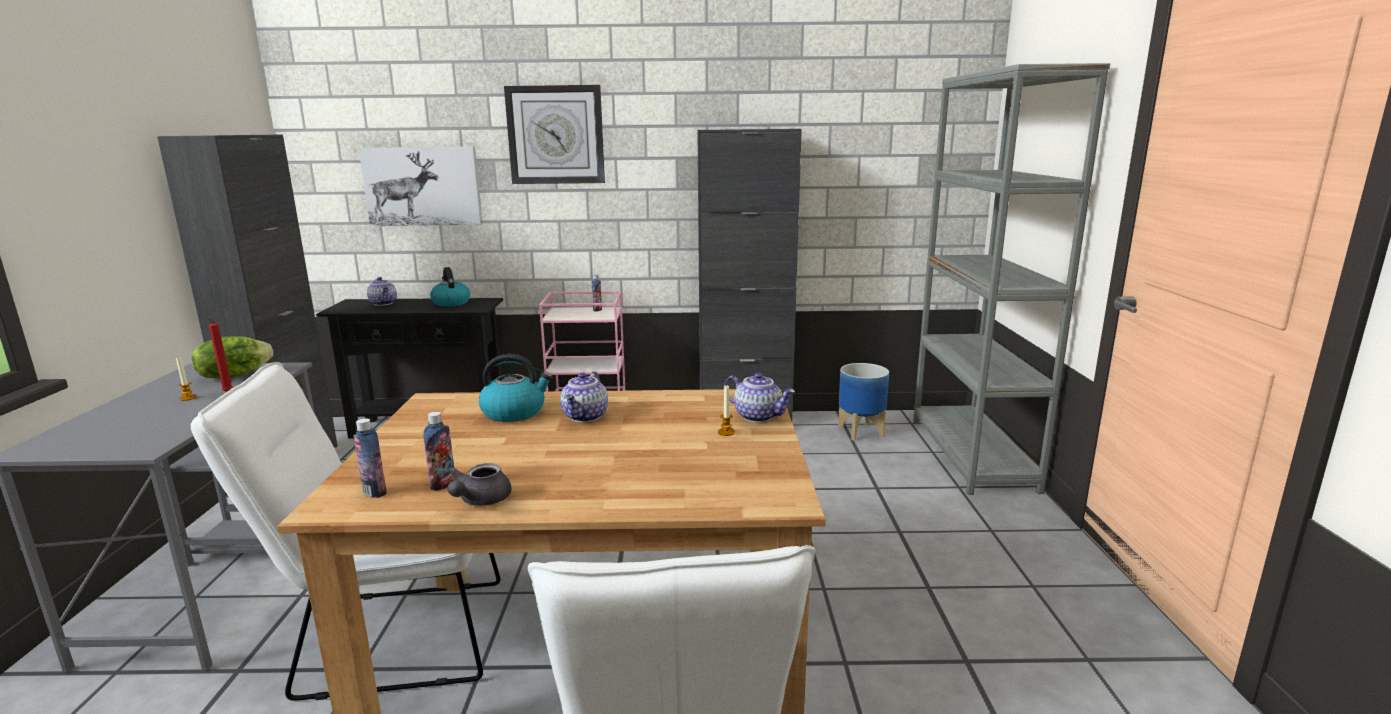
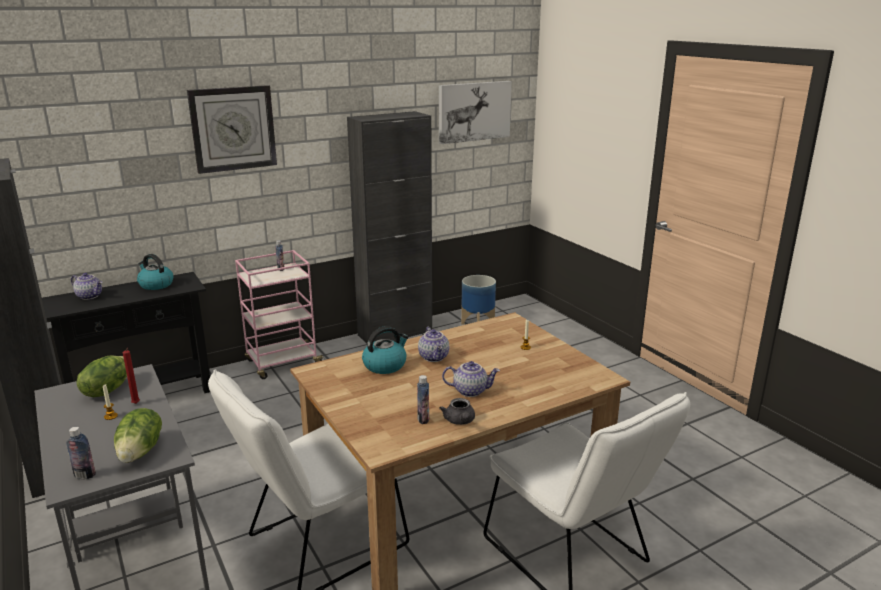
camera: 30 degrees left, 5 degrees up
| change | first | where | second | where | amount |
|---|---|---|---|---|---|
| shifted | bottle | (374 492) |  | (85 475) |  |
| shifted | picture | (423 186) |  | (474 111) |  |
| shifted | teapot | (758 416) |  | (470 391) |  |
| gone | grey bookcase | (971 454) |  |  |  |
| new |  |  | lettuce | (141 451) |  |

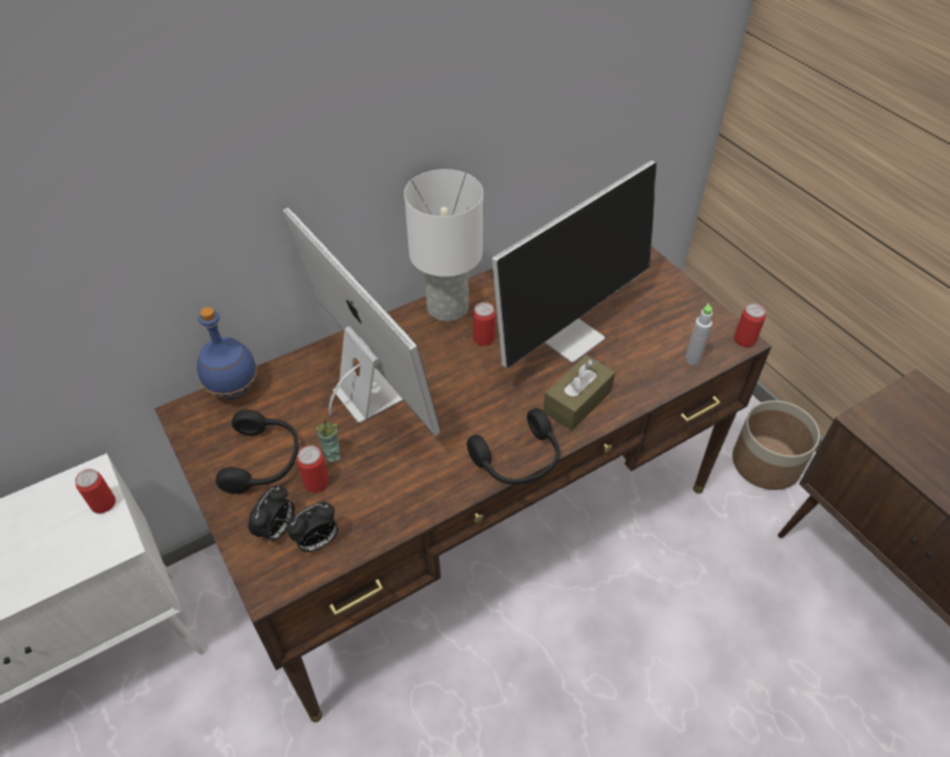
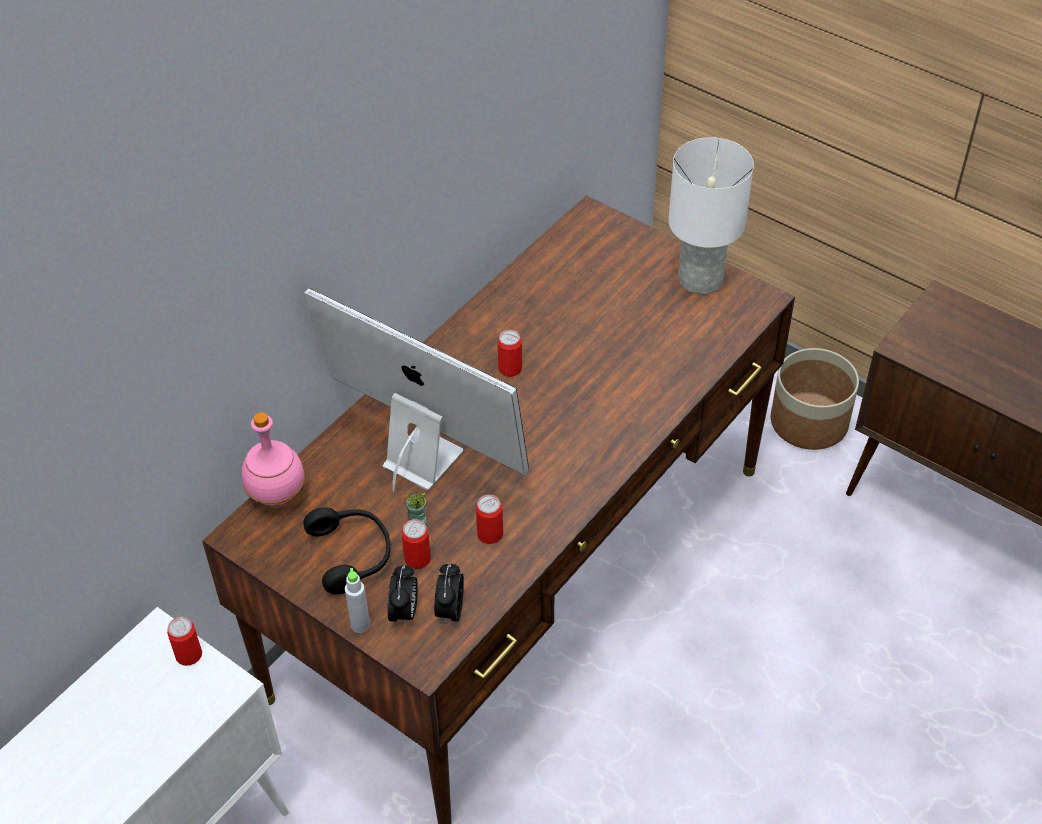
camera: 20 degrees left, 0 degrees up
| change | first | where | second | where | amount |
|---|---|---|---|---|---|
| repainted | blue bottle | (234 391) | pink bottle | (278 497) |  |
| rotated | alarm clock | (317 542) |  | (450 610) | 150 degrees clockwise |
| shifted | white table lamp | (448 308) |  | (701 280) |  |
| gone | black headphones | (519 460) |  |  |  |
| gone | monitor | (569 335) |  |  |  |
| gone | brown tissue box | (577 401) |  |  |  |
| shifted | grey bottle | (692 359) |  | (360 625) |  |
| shifted | can | (744 340) |  | (490 534) |  |

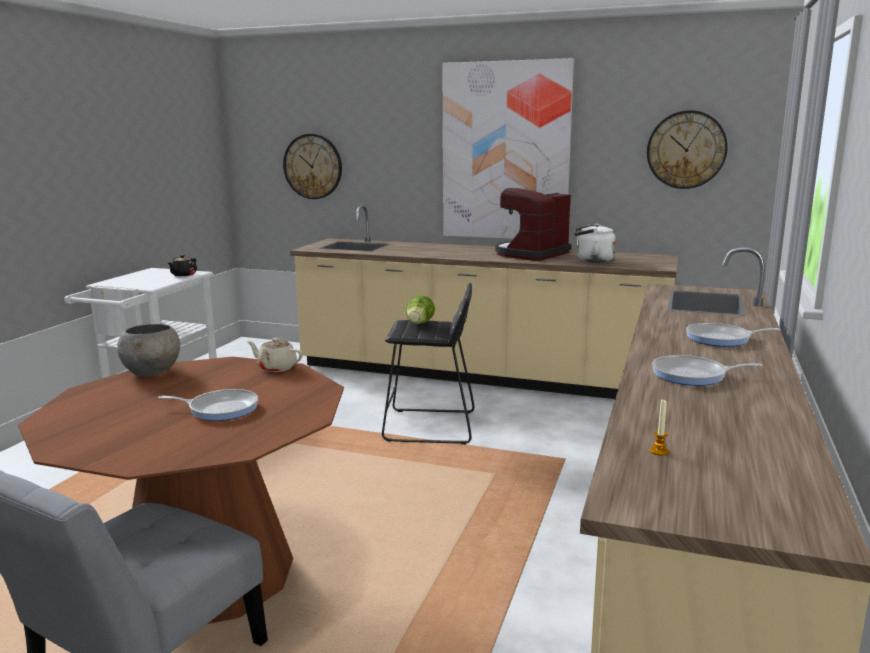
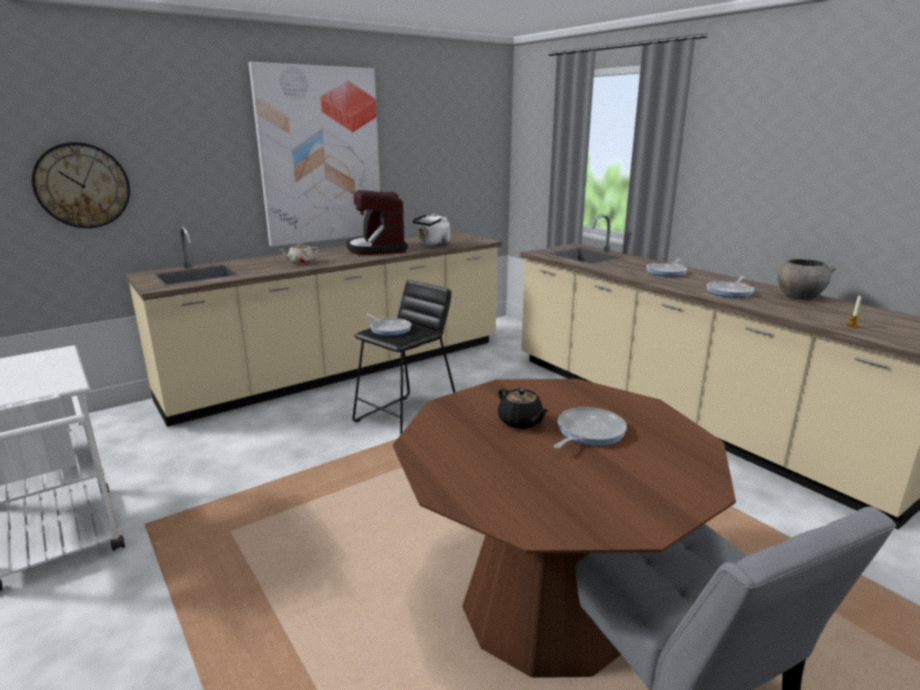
camera: 55 degrees left, 5 degrees up
| change | first | where | second | where | amount |
|---|---|---|---|---|---|
| shifted | grey bowl | (152 372) |  | (799 297) |  |
| shifted | black teapot | (183 275) |  | (521 422) |  |
| shifted | beige teapot | (276 368) |  | (300 262) |  |
| swapped | lettuce | (419 324) | frying pan | (389 329) |  |
| gone | wall clock | (686 150) |  |  |  |

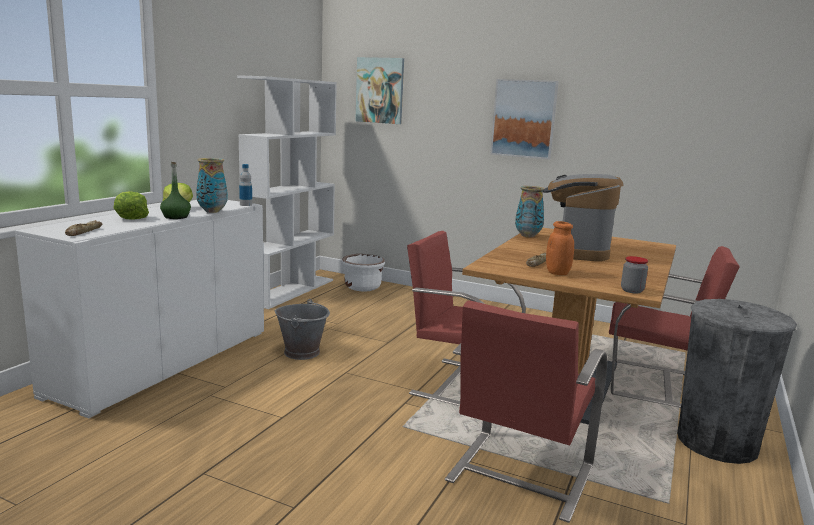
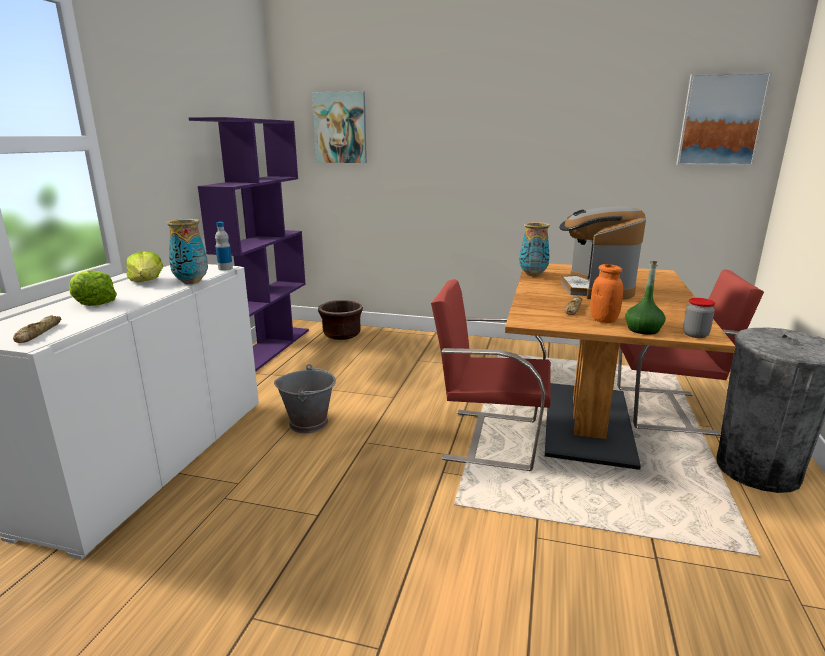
camera: 10 degrees left, 5 degrees up
| change | first | where | second | where | amount |
|---|---|---|---|---|---|
| shifted | green bottle | (176 217) |  | (643 330) |  |
| repainted | white bookcase | (290 291) | purple bookcase | (268 348) |  |
| repainted | white planter | (362 287) | brown planter | (342 335) |  |
| gone | red chair | (518 474) |  |  |  |
| shifted | picture | (524 119) |  | (721 120) |  |

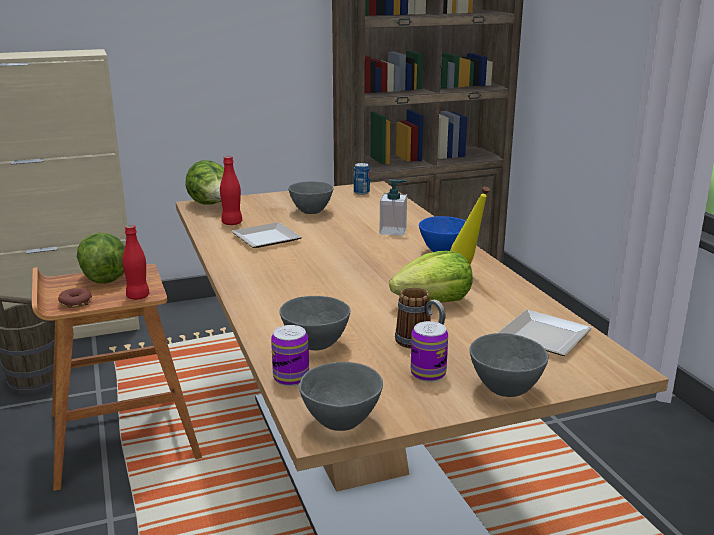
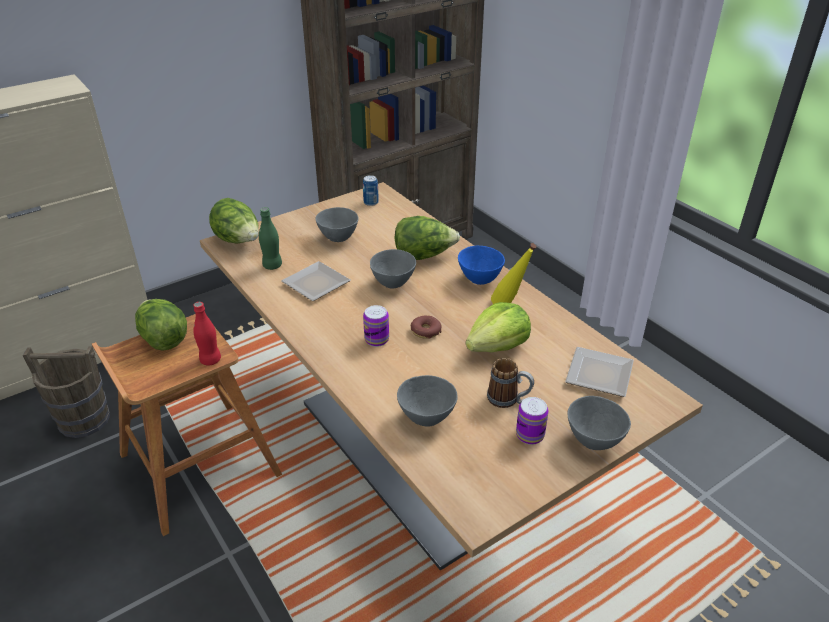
camera: 15 degrees left, 15 degrees up
| change | first | where | second | where | amount |
|---|---|---|---|---|---|
| shifted | donut | (75 303) |  | (425 331) |  |
| repainted | red bottle | (232 223) | green bottle | (272 265) |  |
| shifted | can | (291 378) |  | (376 339) |  |
| shifted | grey bowl | (341 423) |  | (393 284) |  |
| swapped | soap dispenser | (393 231) | lettuce | (424 256) |  |

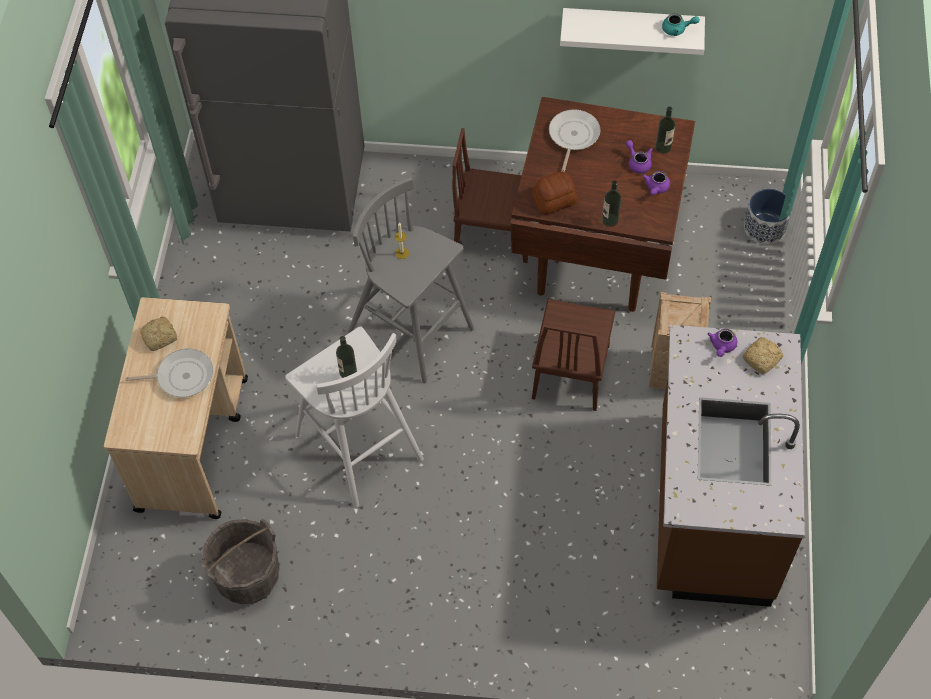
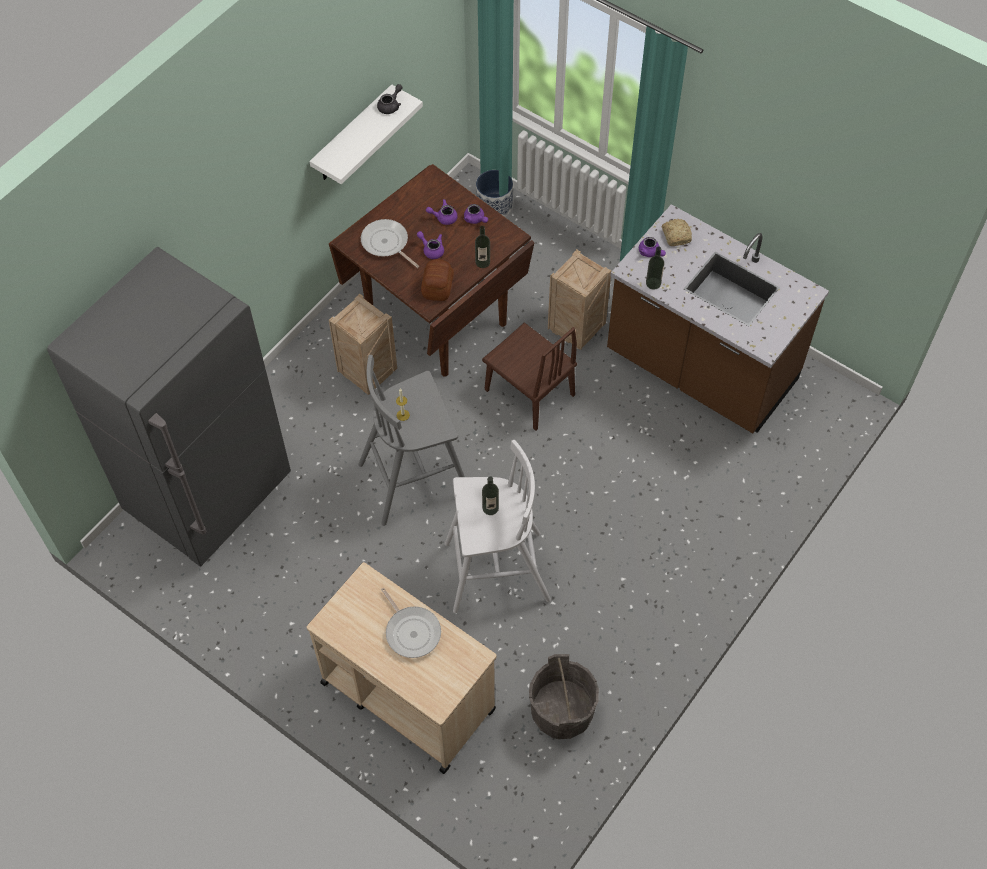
camera: 60 degrees left, 0 degrees up
| change | first | where | second | where | amount |
|---|---|---|---|---|---|
| rotated | frying pan | (182 376) |  | (411 631) | 120 degrees clockwise |
| gone | bread | (160 337) |  |  |  |
| swapped | brown chair | (495 233) | crate | (366 373) |  |
| shifted | bottle | (663 147) |  | (653 283) |  |
| repainted | turquoise teapot | (677 29) | grey teapot | (391 106) |  |
| new |  |  | purple teapot | (431 249) |  |

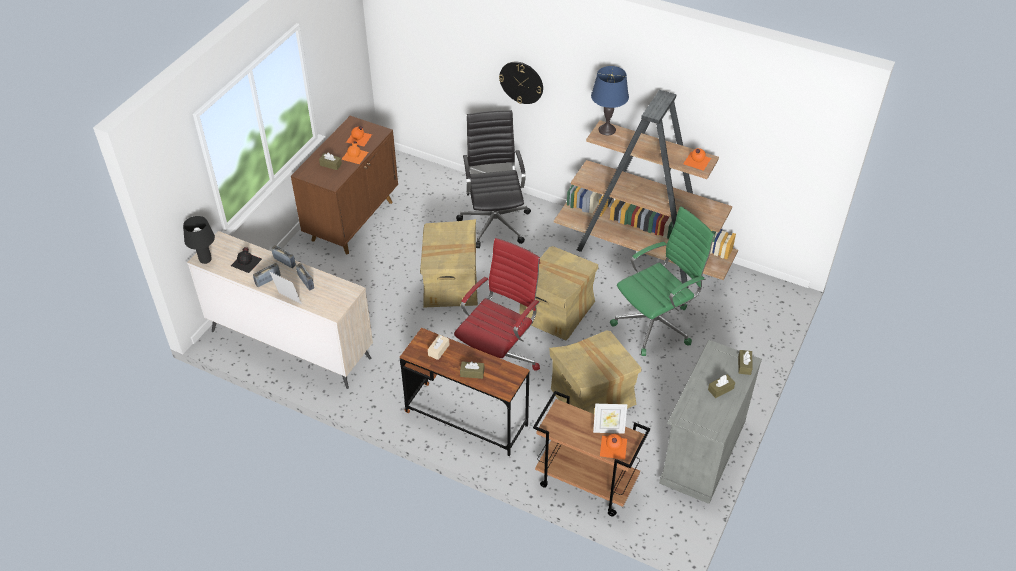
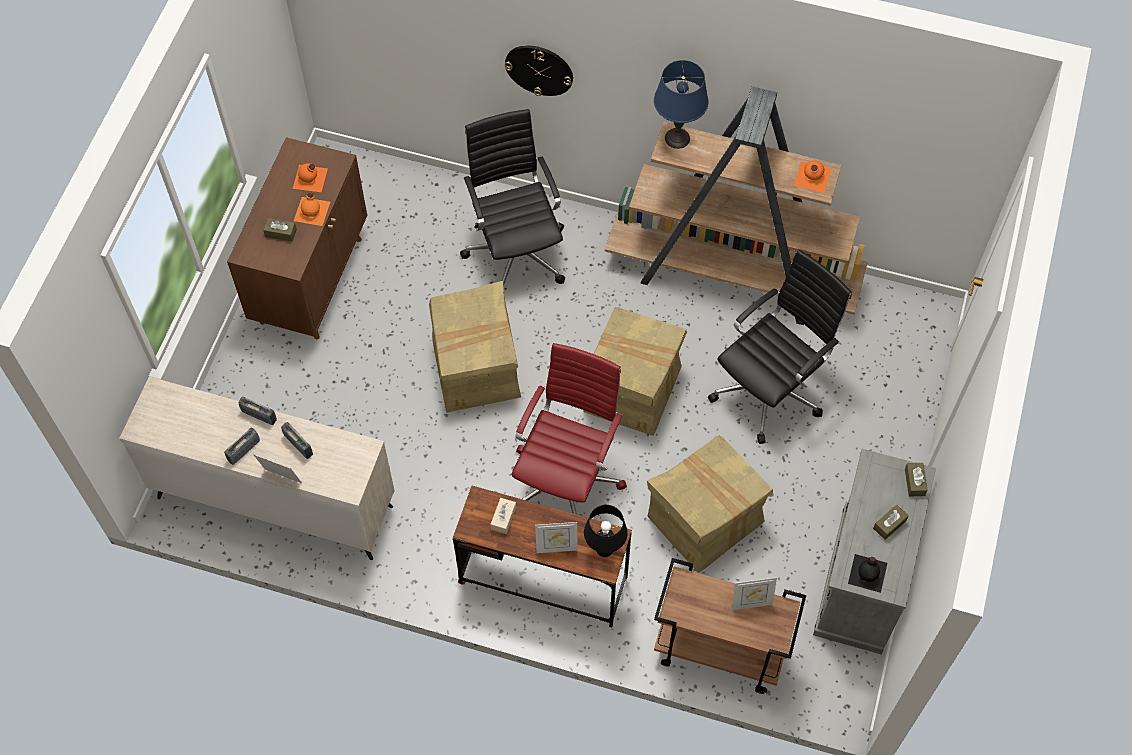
camera: 10 degrees left, 15 degrees up
| change | first | where | second | where | amount |
|---|---|---|---|---|---|
| shifted | black table lamp | (206 260) |  | (605 549) |  |
| shifted | black bottle | (247 262) |  | (868 572) |  |
| swapped | brown tissue box | (472 373) | picture frame | (556 547) |  |
| gone | orange bottle | (613 447) |  |  |  |
| repainted | green office chair | (656 324) | black office chair | (770 389) |  |

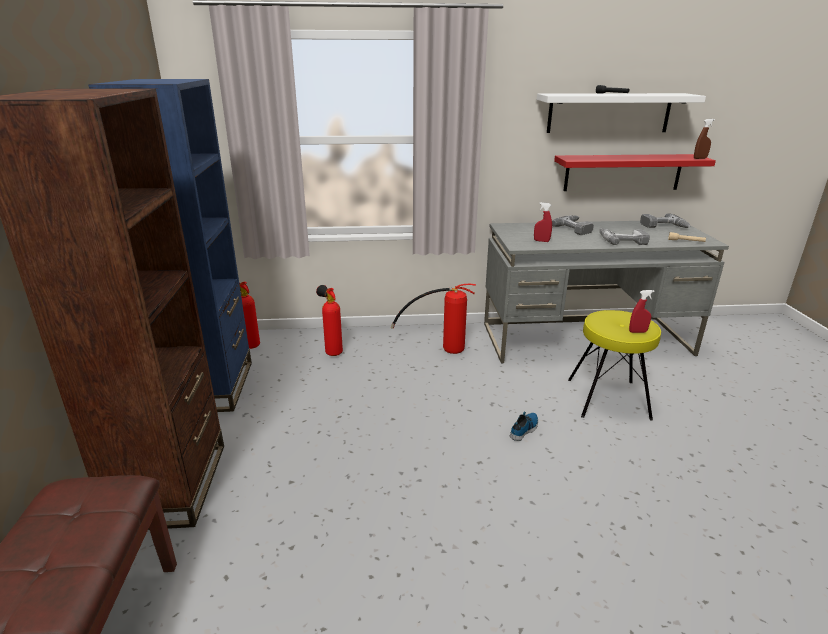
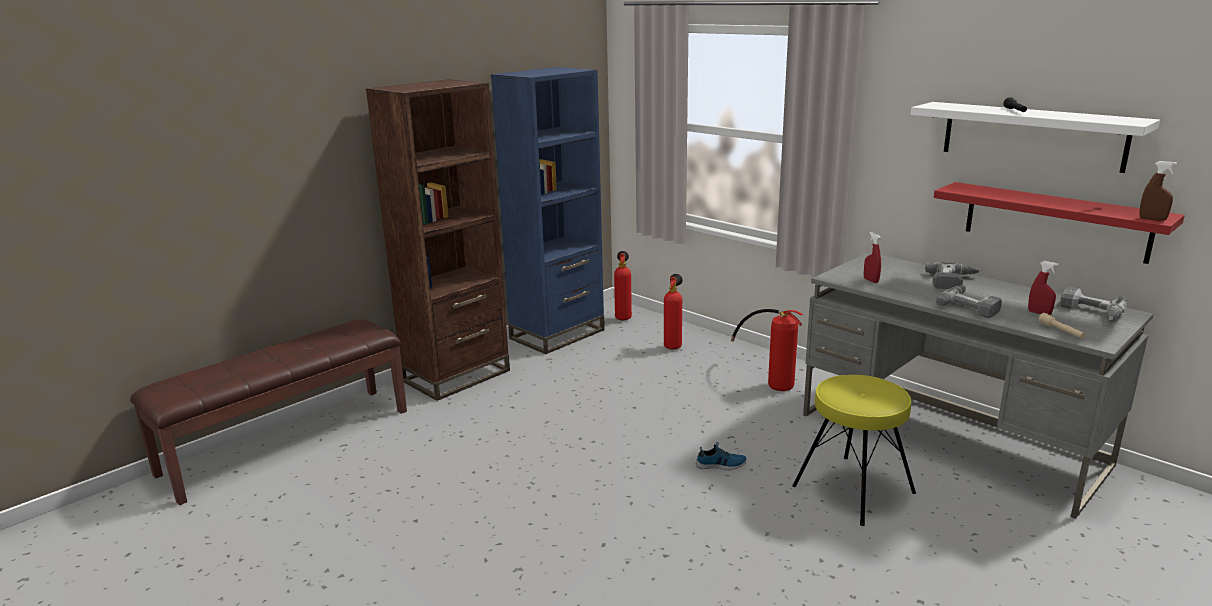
camera: 50 degrees right, 5 degrees down
| change | first | where | second | where | amount |
|---|---|---|---|---|---|
| shifted | red spray bottle | (638 332) |  | (1039 313) |  |

